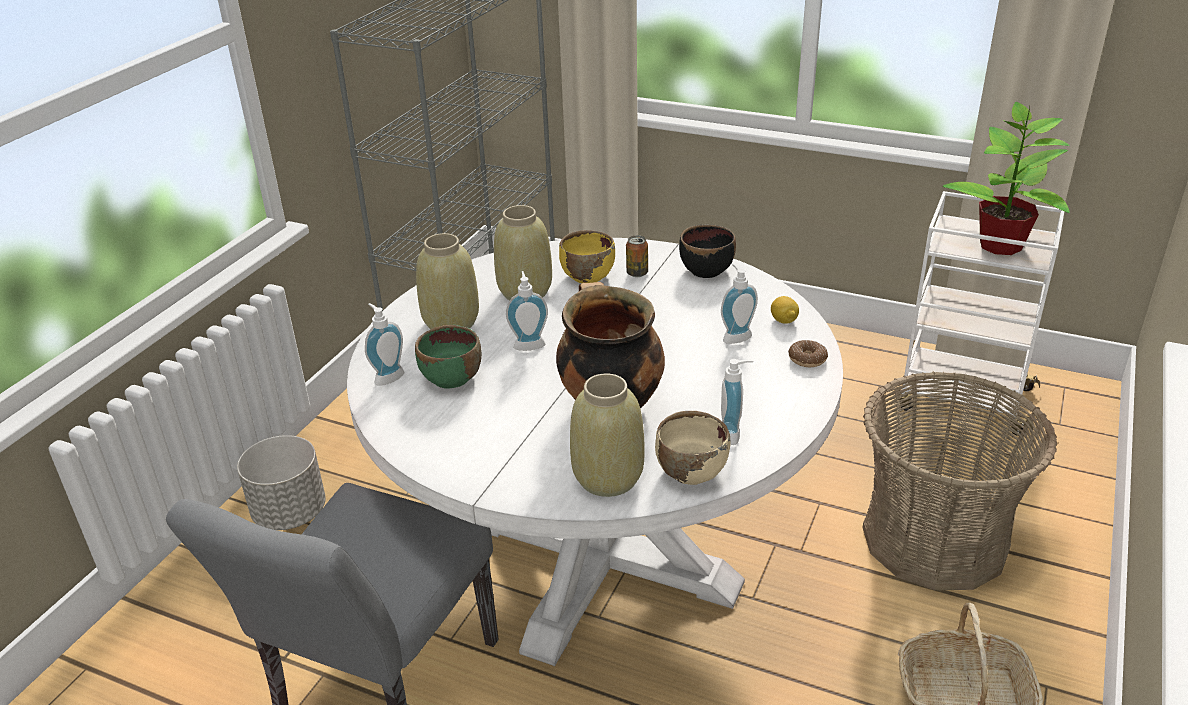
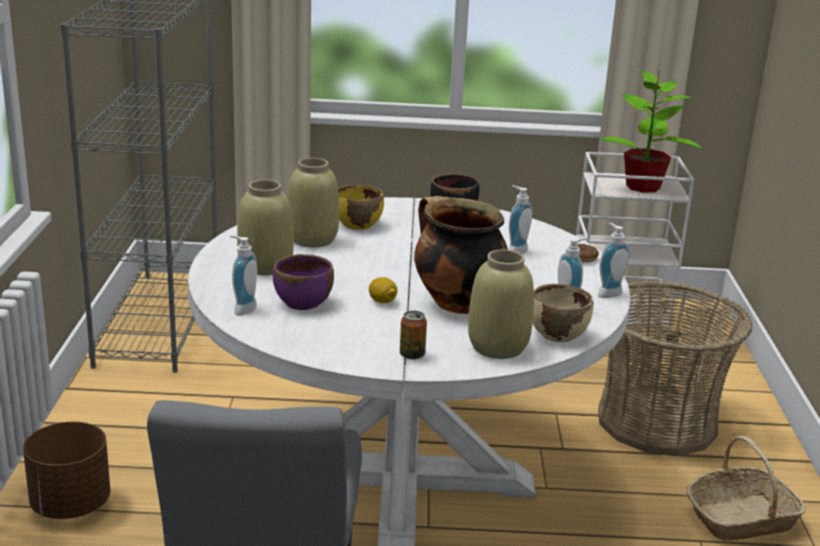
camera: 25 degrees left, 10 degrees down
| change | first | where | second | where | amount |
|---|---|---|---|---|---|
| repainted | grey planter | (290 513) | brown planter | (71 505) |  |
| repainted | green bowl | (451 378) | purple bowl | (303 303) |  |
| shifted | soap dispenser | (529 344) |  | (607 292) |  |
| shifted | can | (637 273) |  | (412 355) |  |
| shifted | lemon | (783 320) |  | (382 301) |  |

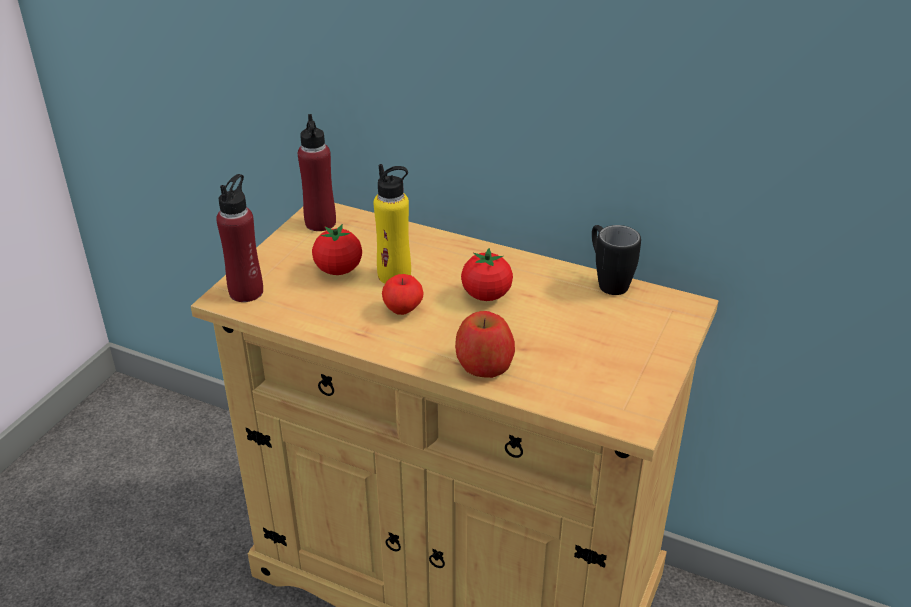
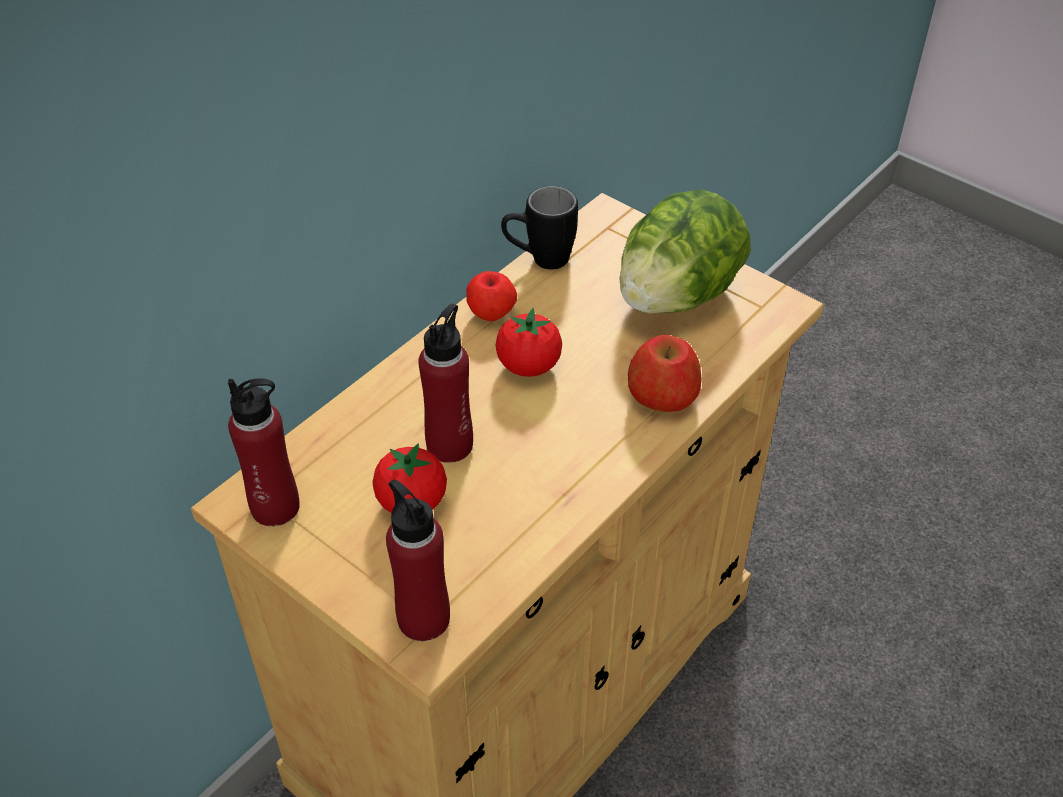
camera: 75 degrees left, 10 degrees up
| change | first | where | second | where | amount |
|---|---|---|---|---|---|
| repainted | yellow bottle | (394 275) | red bottle | (450 445) |  |
| shifted | apple | (403 310) |  | (491 313) |  |
| new |  |  | lettuce | (677 295) |  |

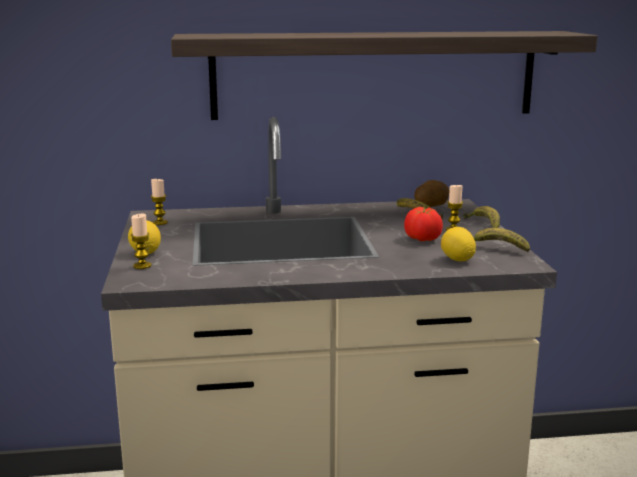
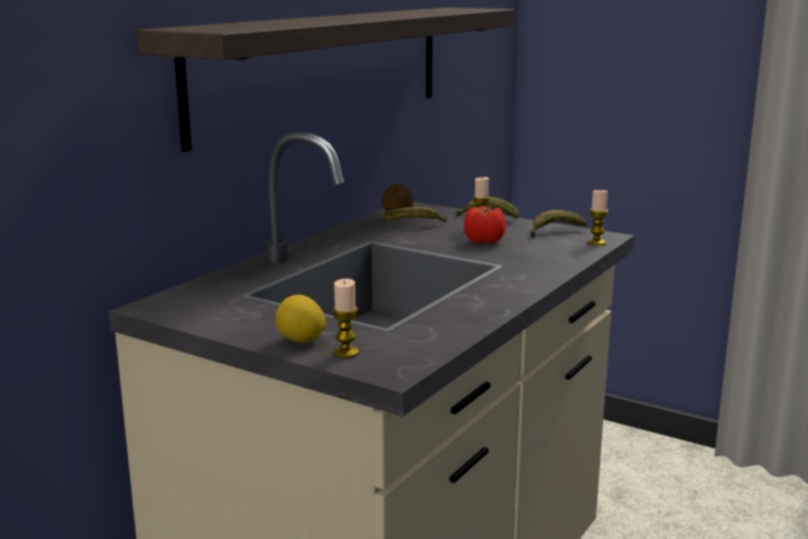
camera: 50 degrees left, 0 degrees up
| change | first | where | second | where | amount |
|---|---|---|---|---|---|
| shifted | candle | (160 222) |  | (596 242) |  |
| gone | lemon | (457 260) |  |  |  |

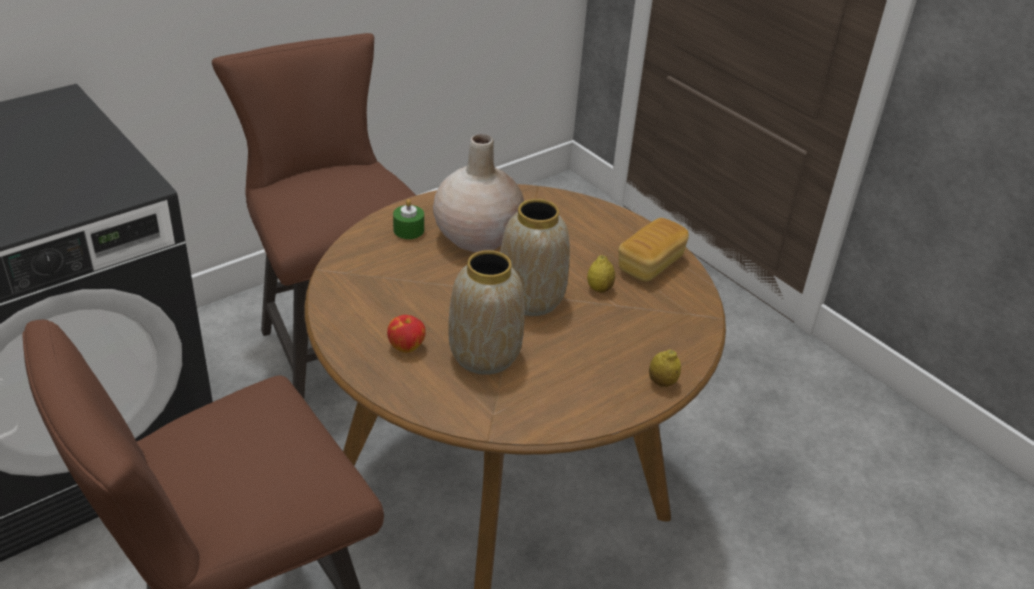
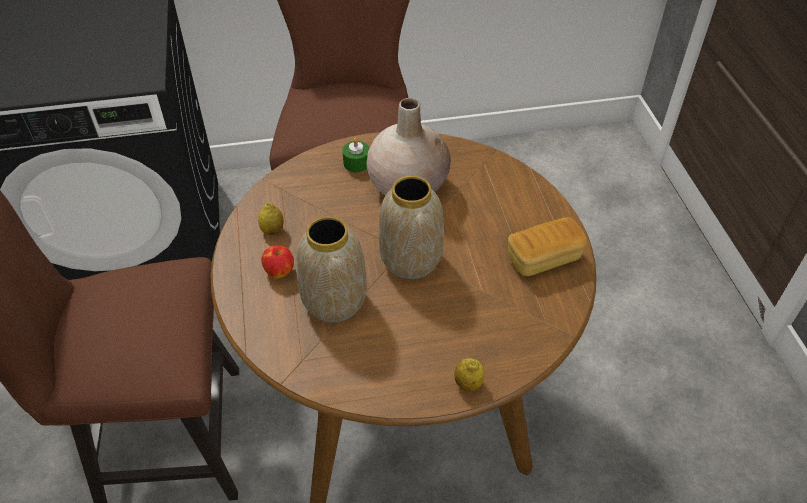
camera: 30 degrees right, 10 degrees up
| change | first | where | second | where | amount |
|---|---|---|---|---|---|
| shifted | lemon | (599 289) |  | (272 230) |  |

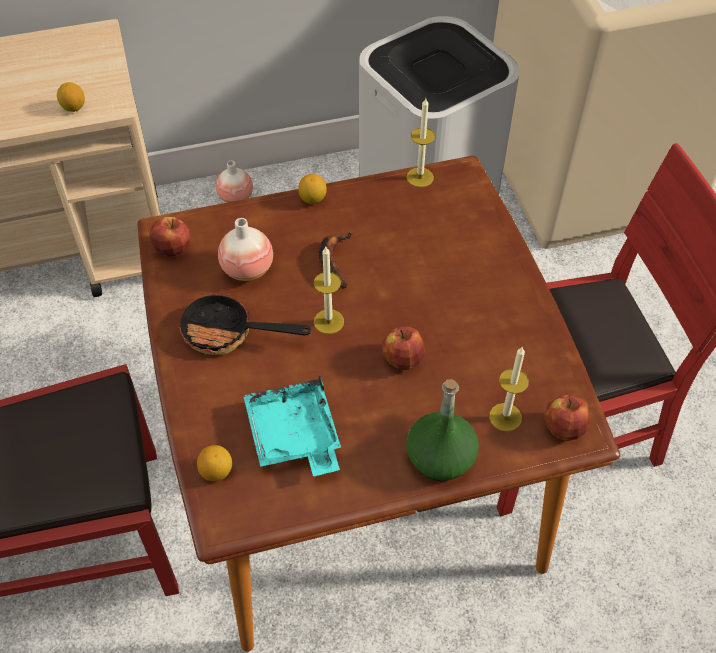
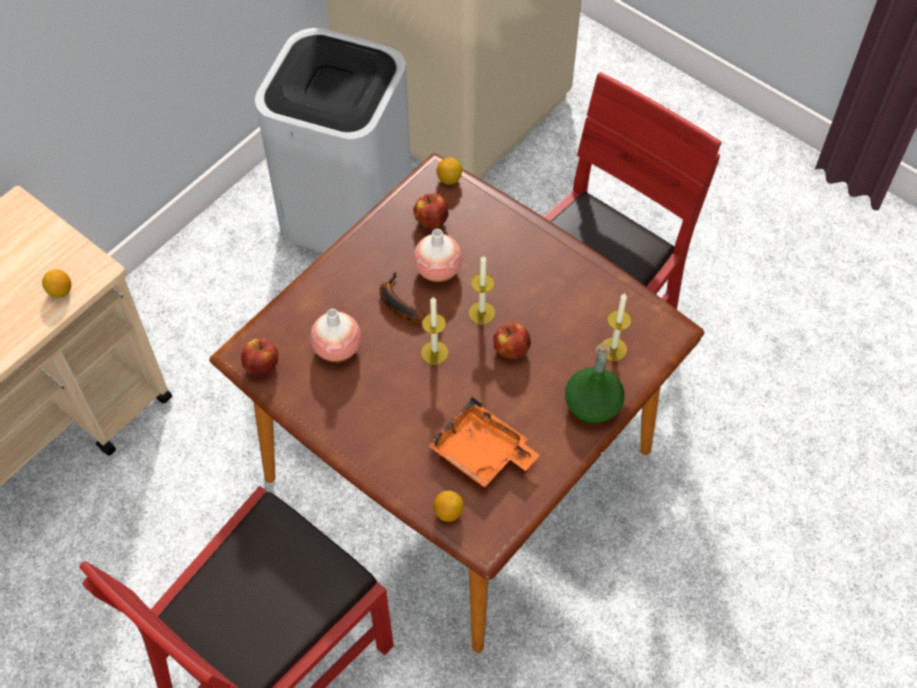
camera: 35 degrees left, 5 degrees up
| change | first | where | second | where | amount |
|---|---|---|---|---|---|
| gone | frying pan | (228 333) |  |  |  |
| shifted | vase | (236 197) |  | (438 269) |  |
| repainted | turquoise tray | (294 436) | orange tray | (481 452) |  |
| shifted | lemon | (313 199) |  | (449 179) |  |
| shifted | candle | (420 177) |  | (481 313) |  |
| shifted | apple | (563 429) |  | (431 221) |  |

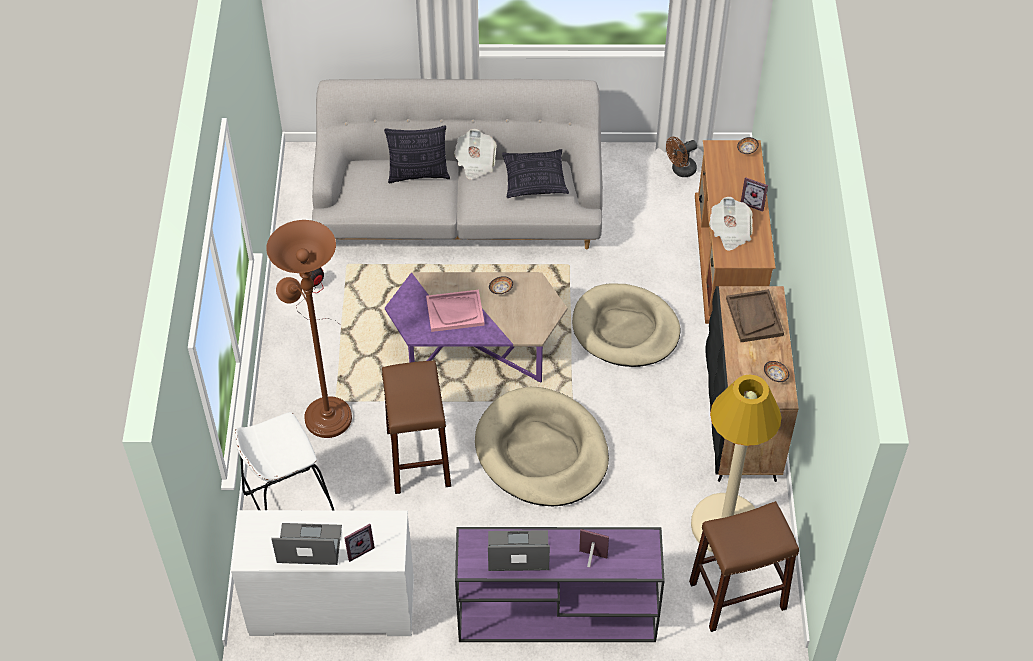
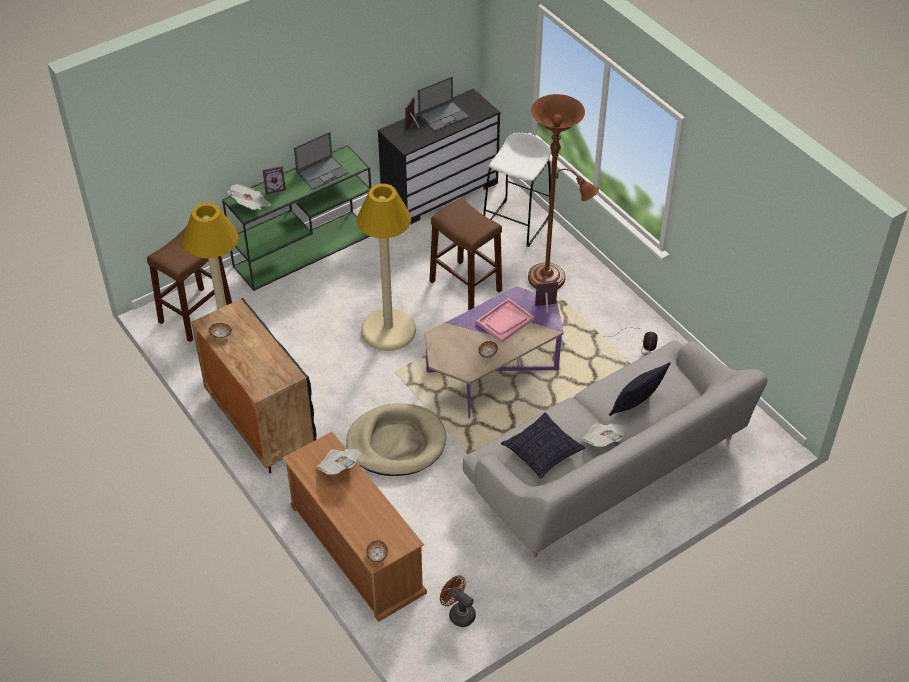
camera: 145 degrees right, 5 degrees down
| change | first | where | second | where | amount |
|---|---|---|---|---|---|
| repainted | white dresser | (332 608) | black dresser | (440 191) |  |
| repainted | purple console table | (554 616) | green console table | (305 249) |  |
| swapped | beige dog bed | (542 451) | beige floor lamp | (388 330) |  |
| rotated | brown fan | (680 170) |  | (458 613) | 75 degrees counterclockwise |
| gone | brown tray | (754 317) |  |  |  |
| shifted | picture frame | (754 203) |  | (546 308) |  |
| new |  |  | newspaper | (250 205) |  |

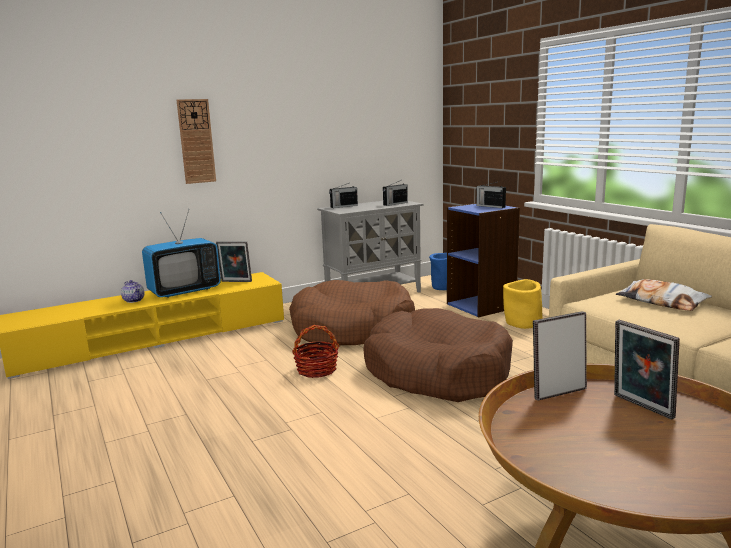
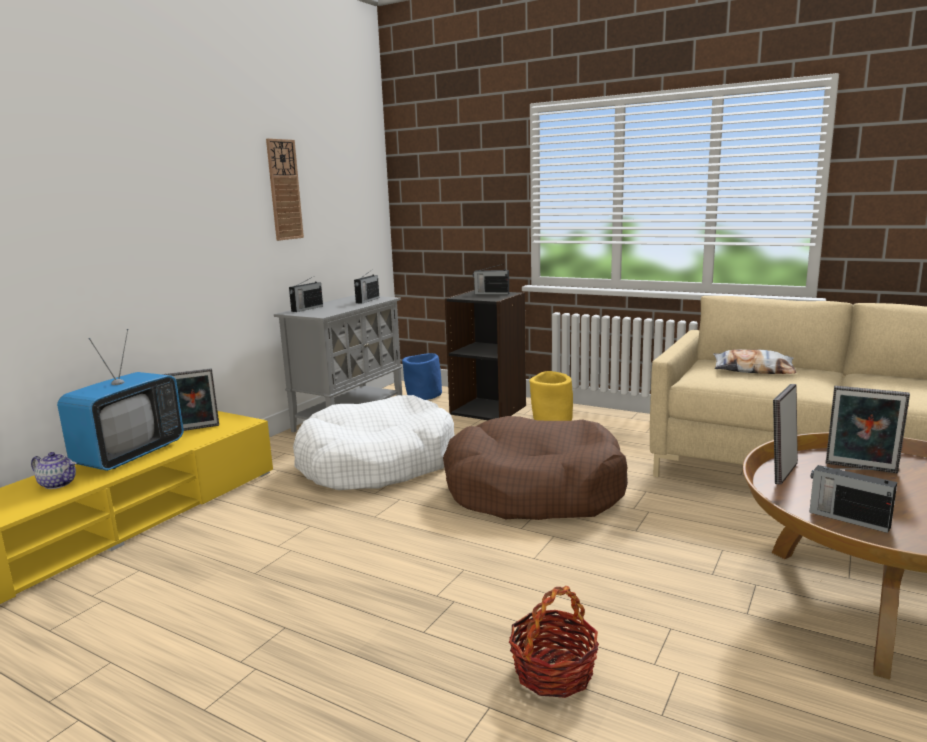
camera: 30 degrees left, 0 degrees up
| change | first | where | second | where | amount |
|---|---|---|---|---|---|
| shifted | wall clock | (196 141) |  | (284 190) |  |
| repainted | brown dog bed | (353 329) | white dog bed | (376 463) |  |
| shifted | basket | (316 370) |  | (553 672) |  |
| repainted | blue bookcase | (481 306) | black bookcase | (488 409) |  |
| new |  |  | radio | (847 519) |  |

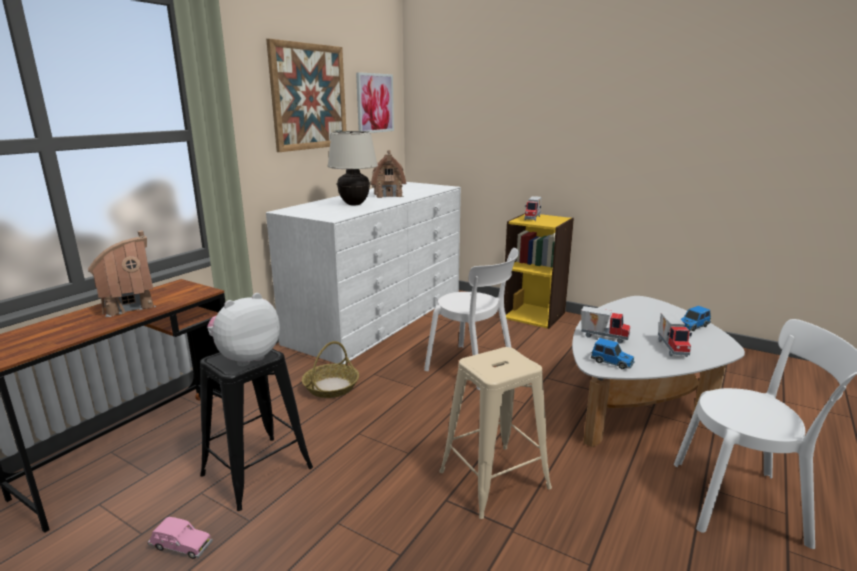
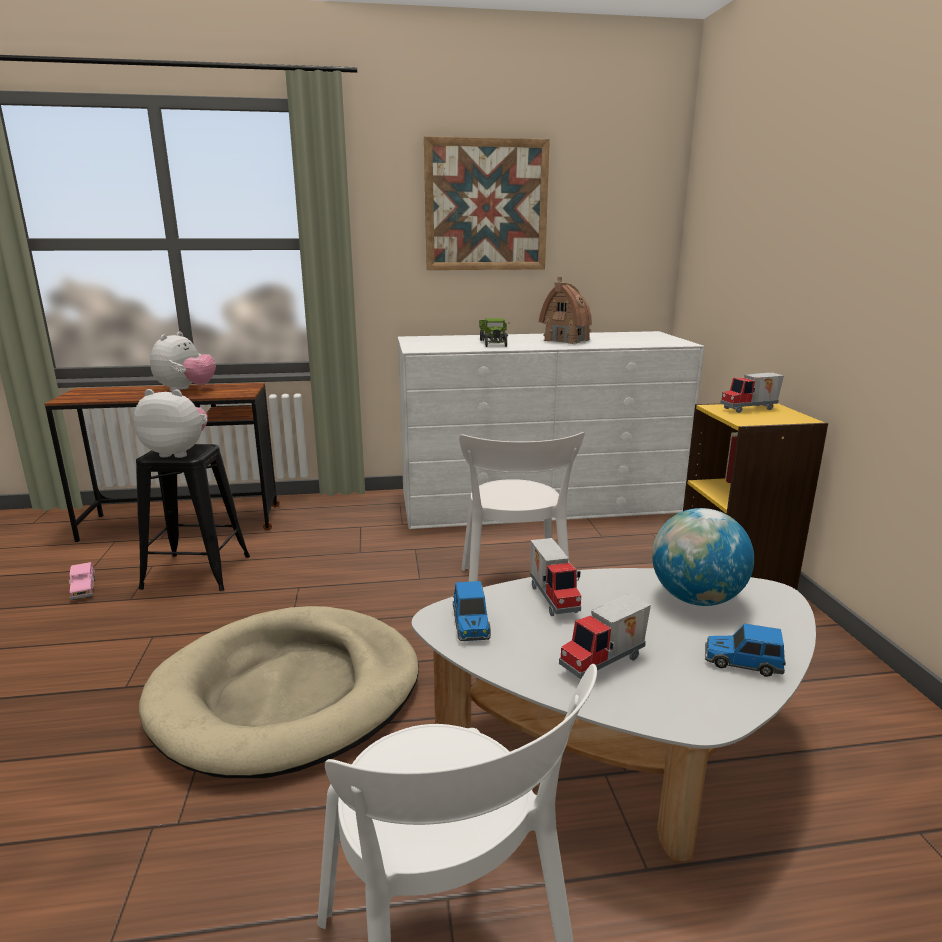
camera: 50 degrees right, 0 degrees up
| change | first | where | second | where | amount |
|---|---|---|---|---|---|
| swapped | toy house | (129 305) | plush toy | (186 390) |  |
| gone | basket | (331 387) |  |  |  |
| swapped | beige table lamp | (354 204) | toy truck | (494 342) |  |
| gone | picture | (375 103) |  |  |  |
| swapped | beige stool | (493 480) | beige dog bed | (288 694) |  |
| new |  |  | globe | (696 599) |  |

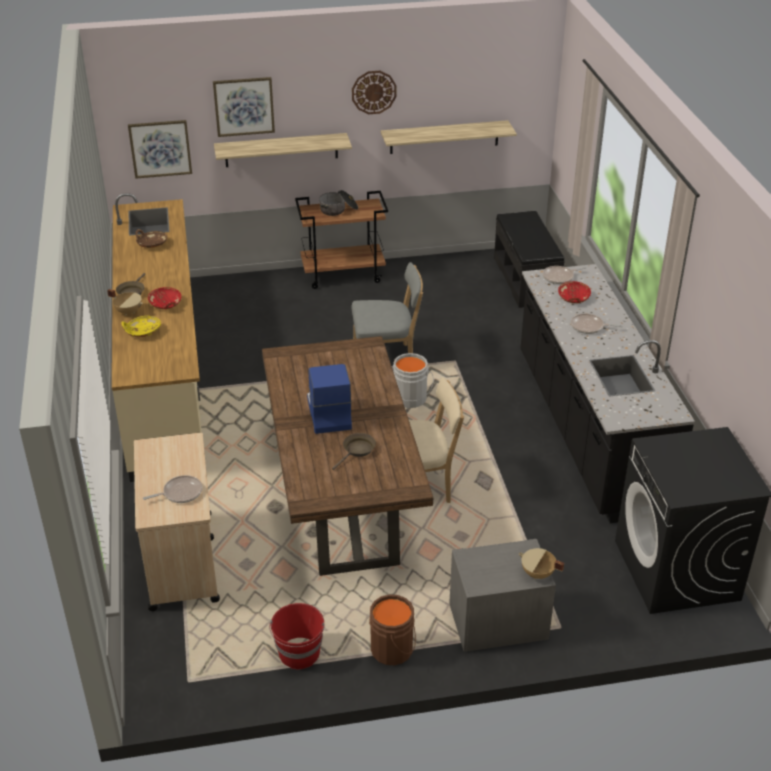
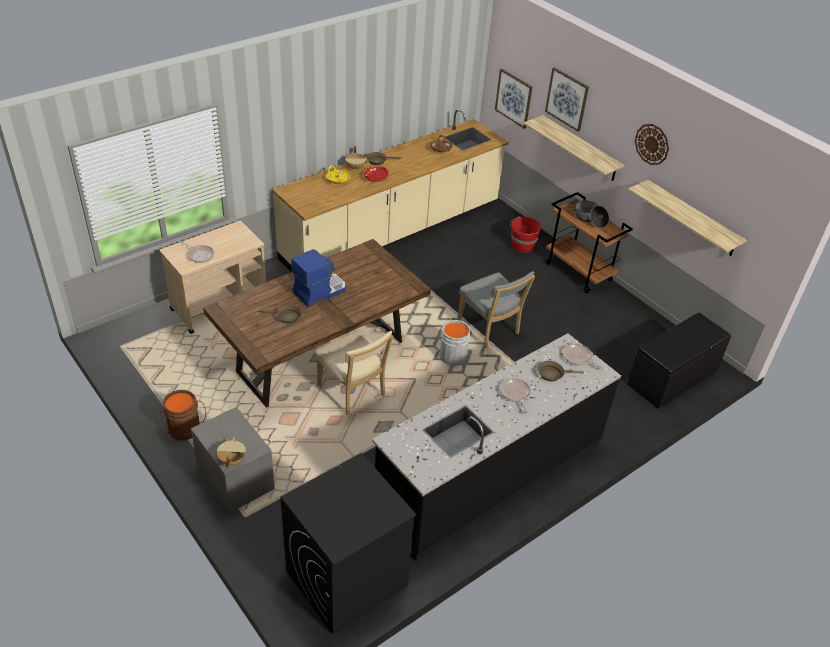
camera: 60 degrees right, 5 degrees up
| change | first | where | second | where | amount |
|---|---|---|---|---|---|
| shifted | red bucket | (299 654) |  | (522 245) |  |
| swapped | red bowl | (573 298) | brown frying pan | (552 374) |  |

